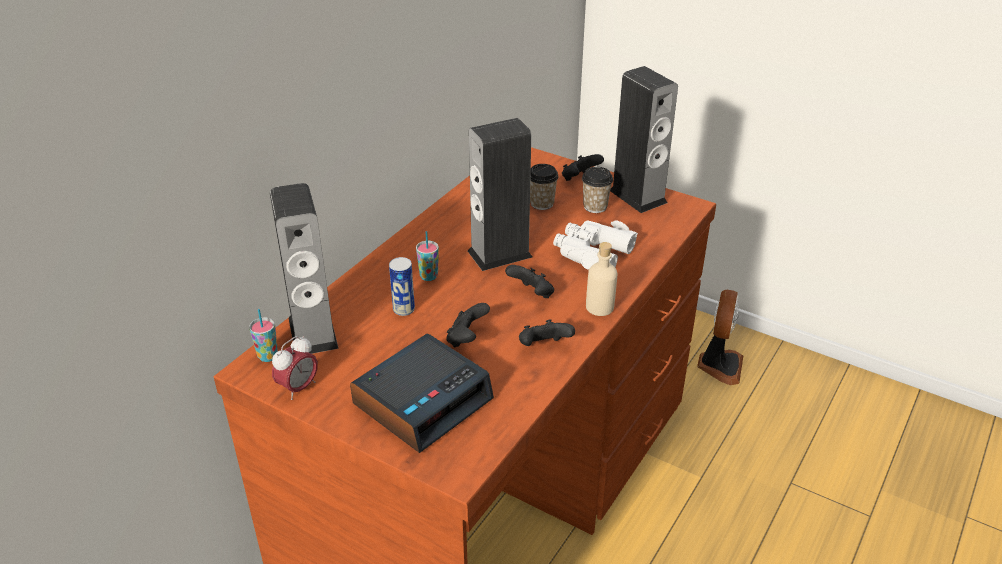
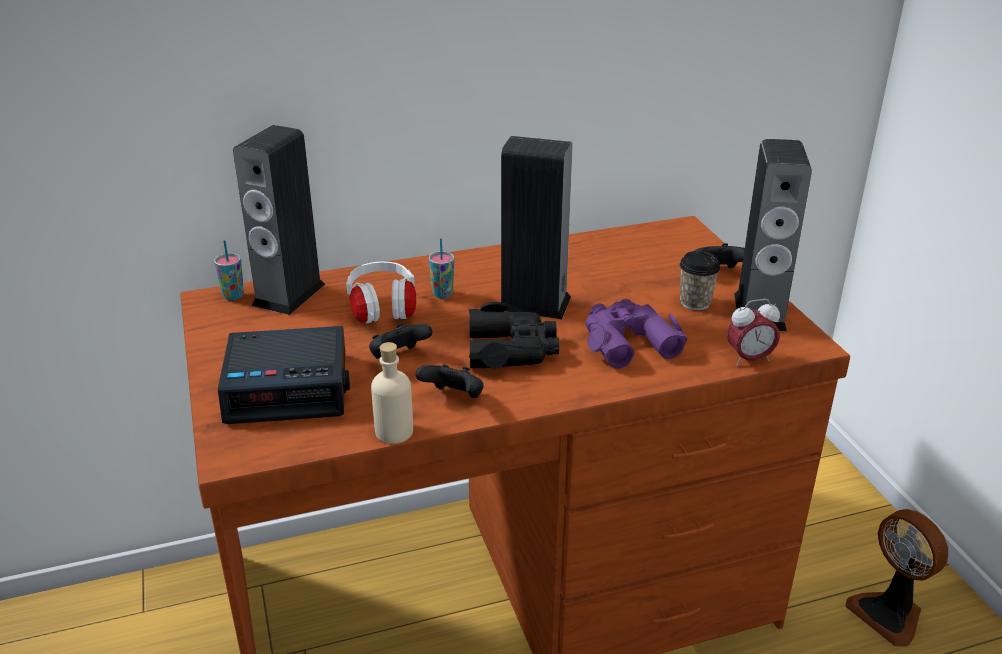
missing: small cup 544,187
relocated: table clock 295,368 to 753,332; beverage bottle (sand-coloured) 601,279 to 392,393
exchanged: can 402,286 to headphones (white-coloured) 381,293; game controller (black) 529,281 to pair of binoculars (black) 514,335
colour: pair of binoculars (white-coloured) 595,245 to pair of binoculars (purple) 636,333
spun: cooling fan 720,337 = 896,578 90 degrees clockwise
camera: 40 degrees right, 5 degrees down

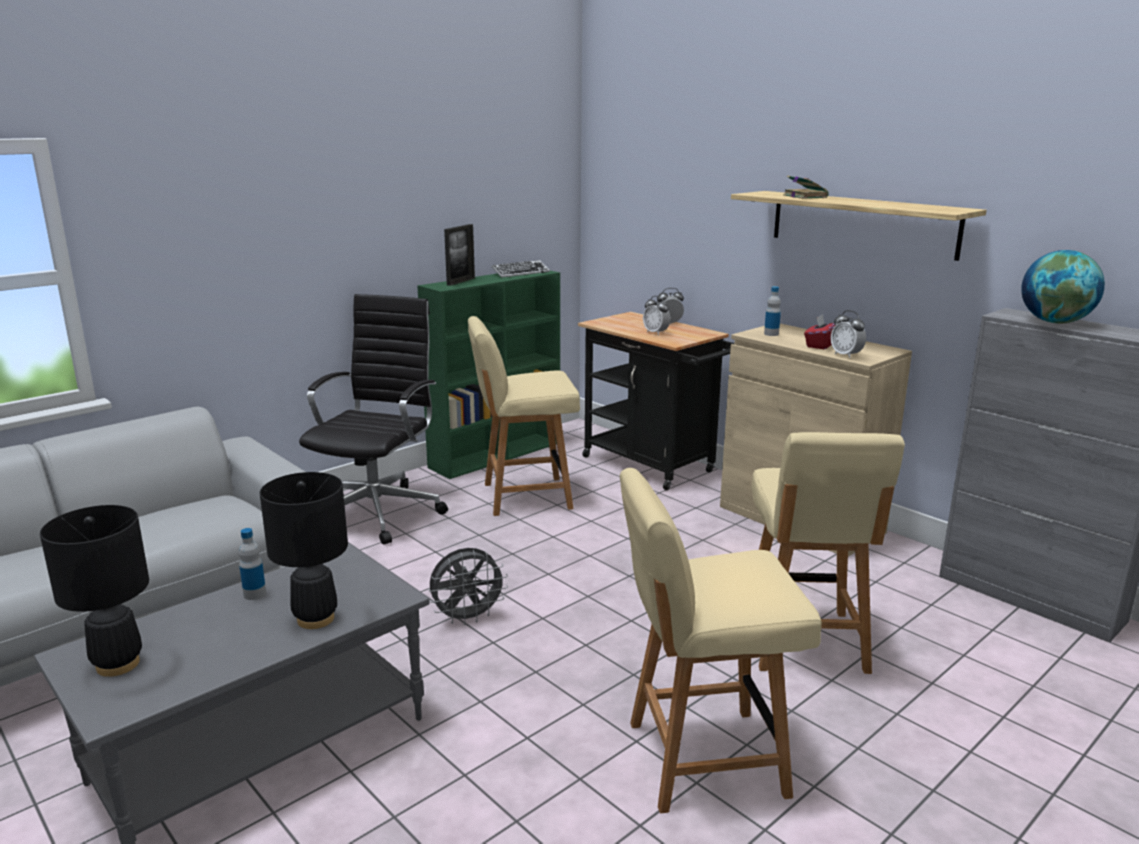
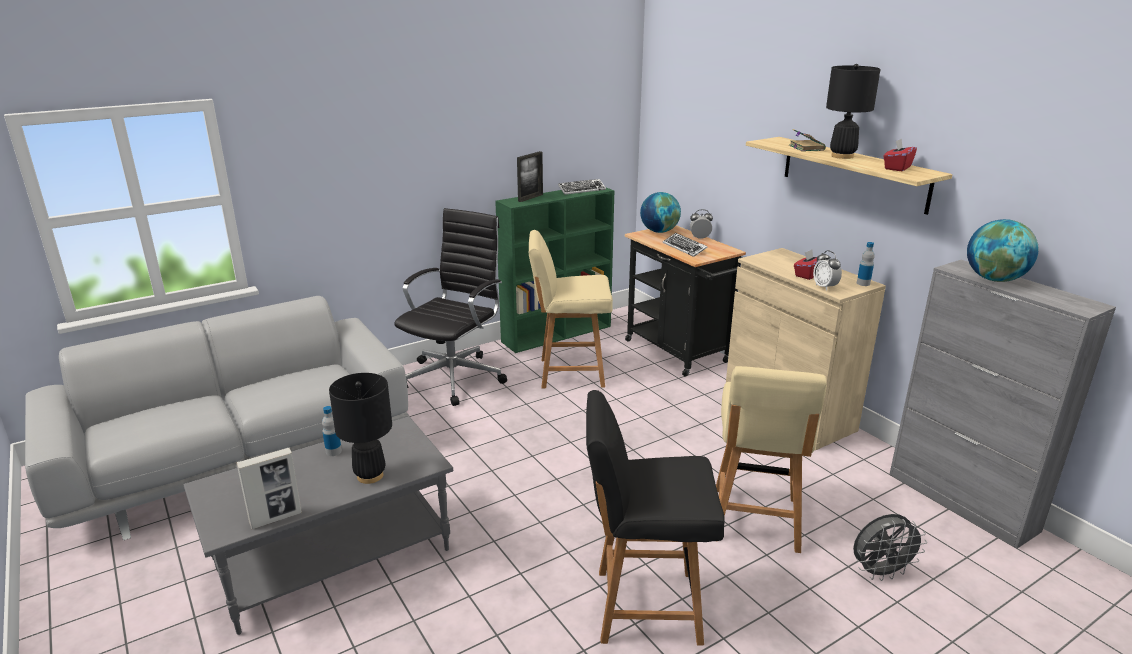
appeared: standing frame 269,488; globe 660,212; box of tissues (red) 900,154
relocated: table lamp (black) 94,591 to 853,111; cooling fan (grey) 468,586 to 890,547; beverage bottle 772,311 to 866,264
exchanged: table clock 657,315 to keyboard 685,245
colour: upright chair (sand-coloured) 721,640 to upright chair (black) 655,517
camera: 10 degrees right, 5 degrees up

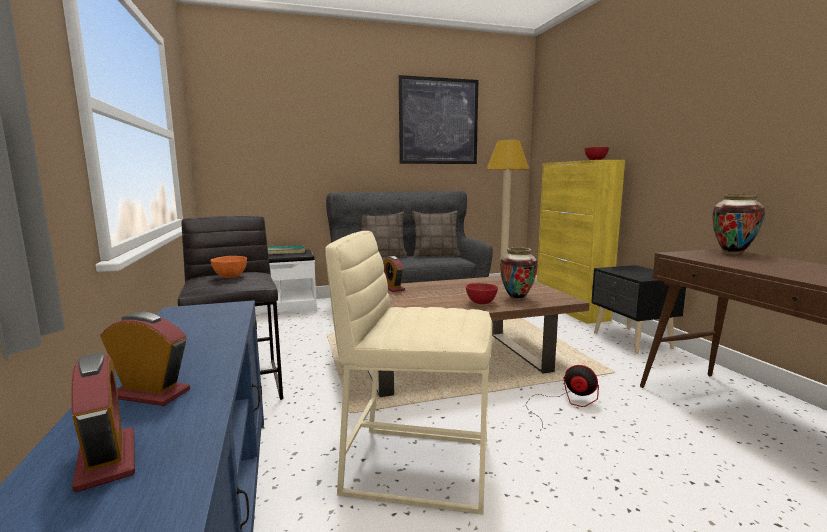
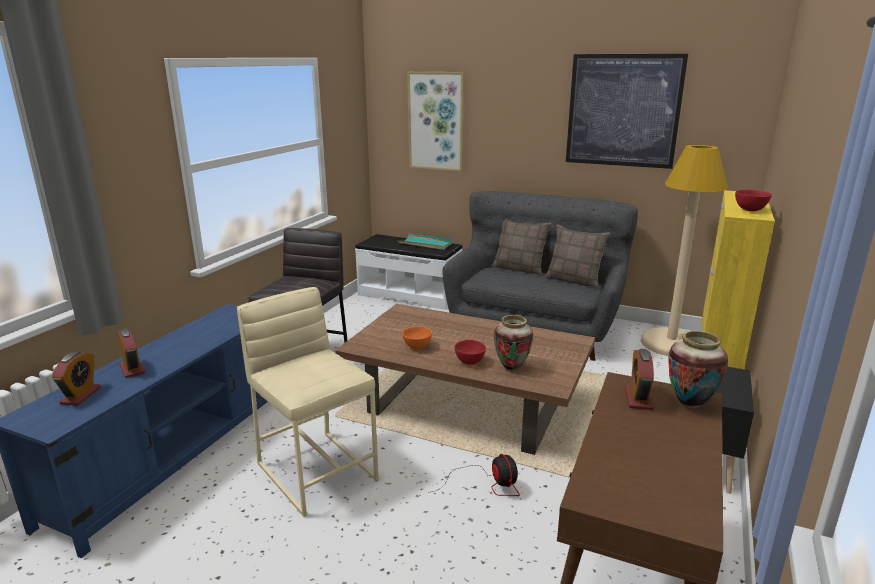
appeared: wall art 435,122
relocated: deep dish (orange) 228,267 to 417,337; table clock 394,274 to 639,379
camera: 40 degrees right, 10 degrees up

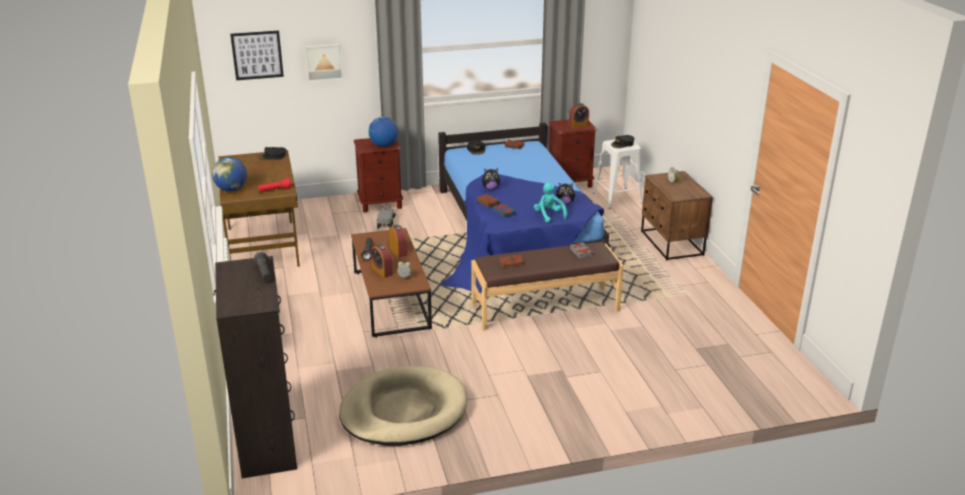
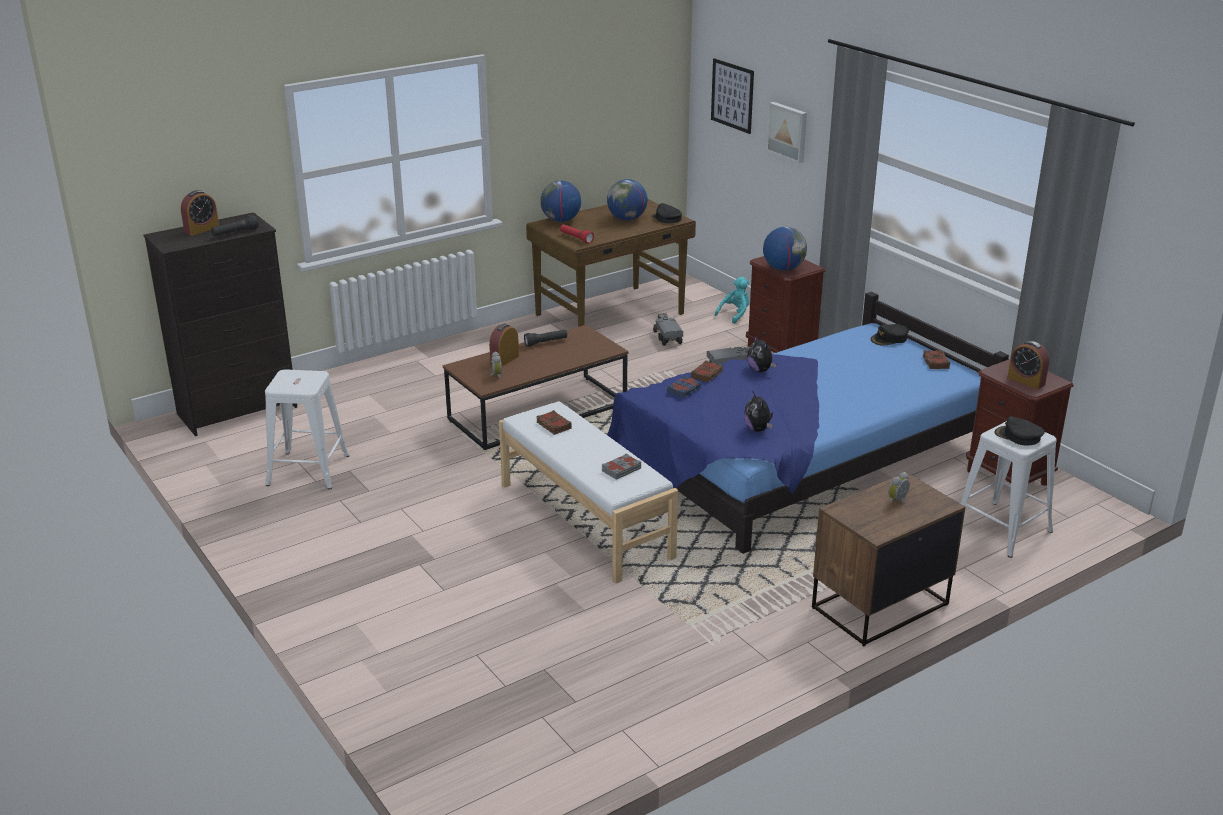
appeared: globe 627,199; toy truck 668,329
relocated: table clock 398,241 to 200,213; soft toy (turquoise-coloured) 550,203 to 732,300
exchanged: dog cushion (sand-coloured) 403,406 to sitting stool (white-coloured) 307,429
colour: bench (brownish) 547,286 to bench (white-coloured) 588,492
camera: 70 degrees right, 0 degrees up

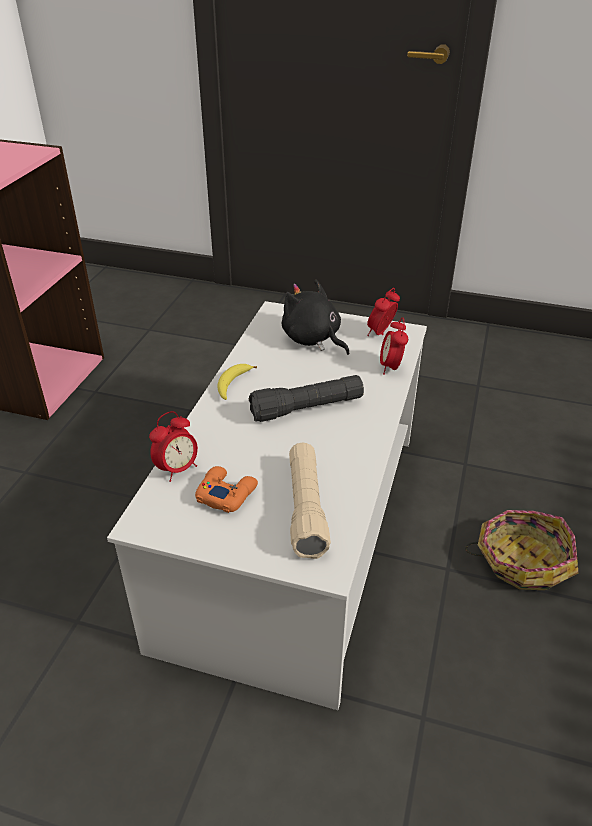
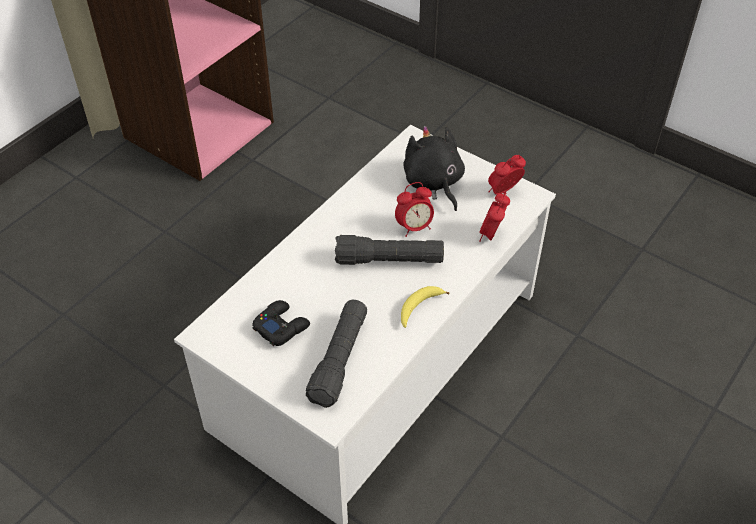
missing: household basket 521,550
relocated: table clock 173,446 to 414,209; banana fruit 237,382 to 425,307
colour: game controller (orange) 226,489 to game controller (black) 281,323; flashlight (sand-coloured) 310,501 to flashlight (black) 336,354
camera: 20 degrees right, 10 degrees up

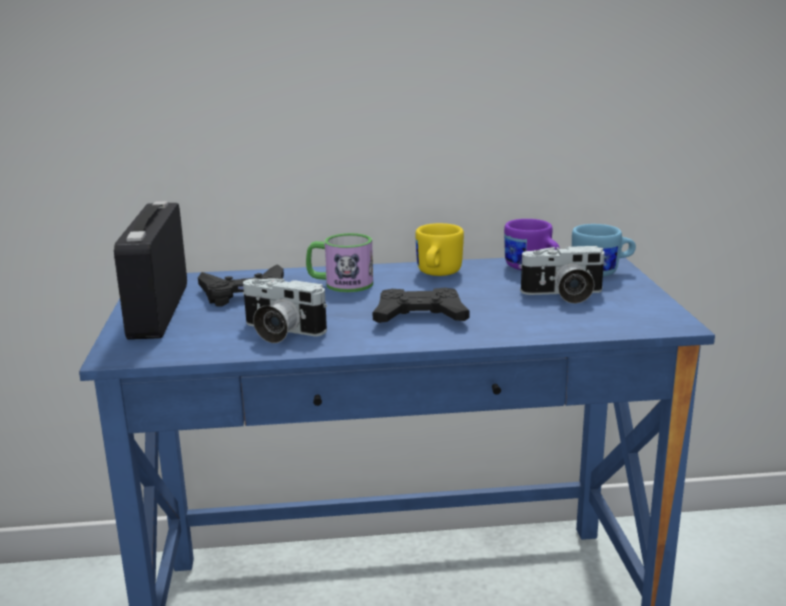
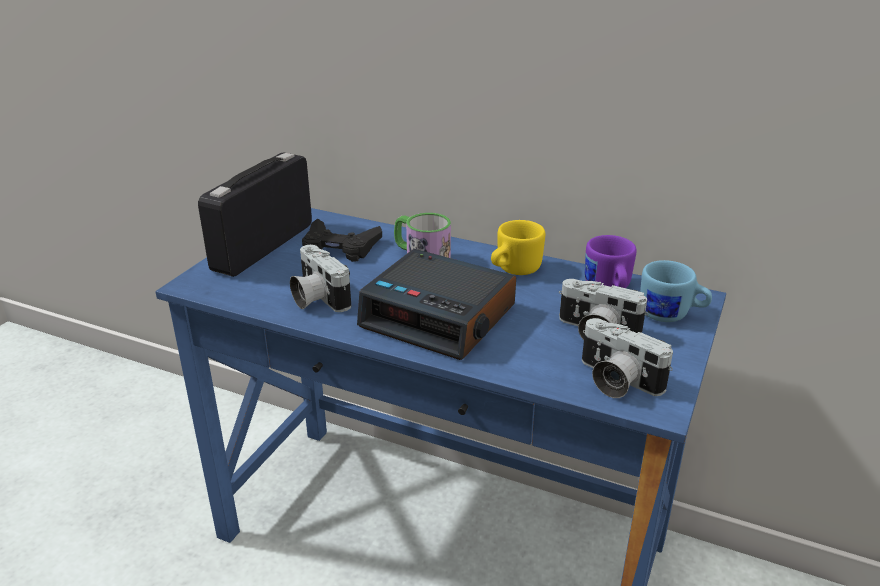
appeared: still camera 627,358
exchanged: game controller (black) 421,305 to table clock 436,304
camera: 30 degrees right, 10 degrees up

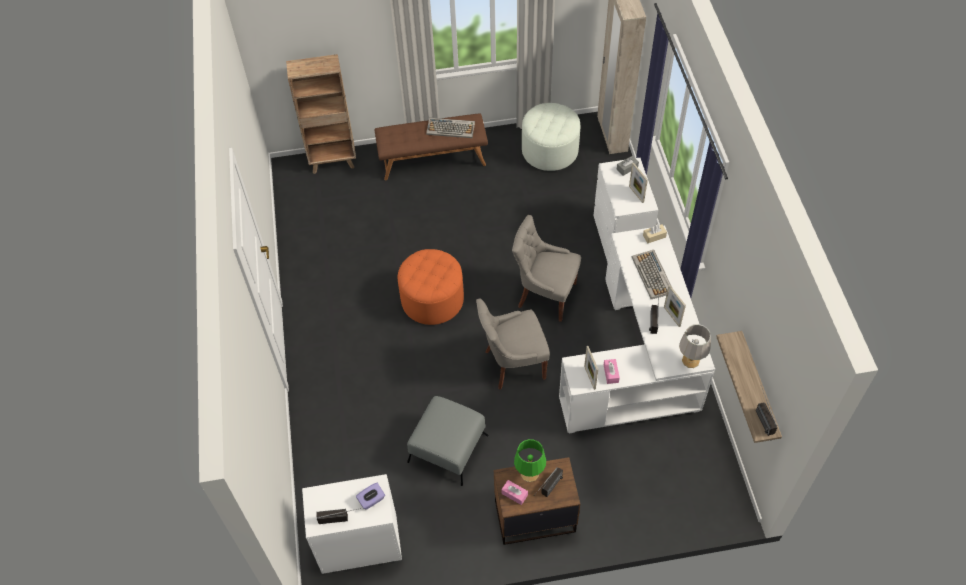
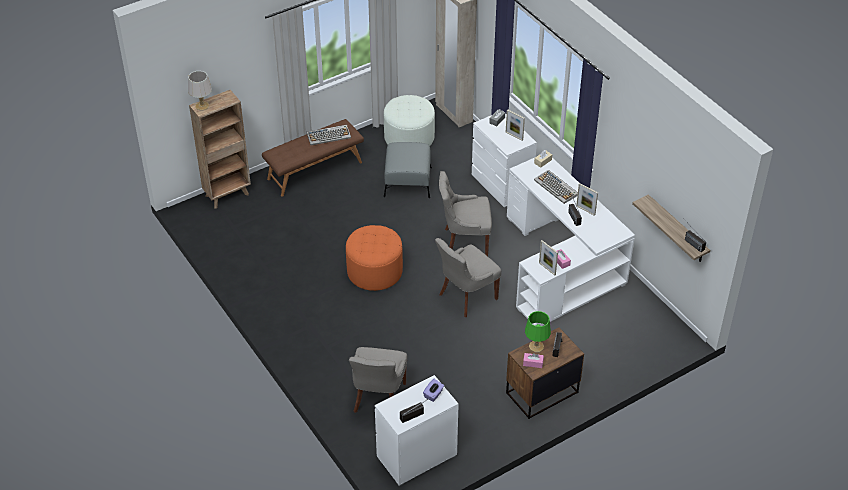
appeared: upright chair (grey) 378,380
relocated: pouffe (grey) 448,441 to 408,170; table lamp (grey) 695,346 to 200,91
camera: 25 degrees left, 10 degrees down

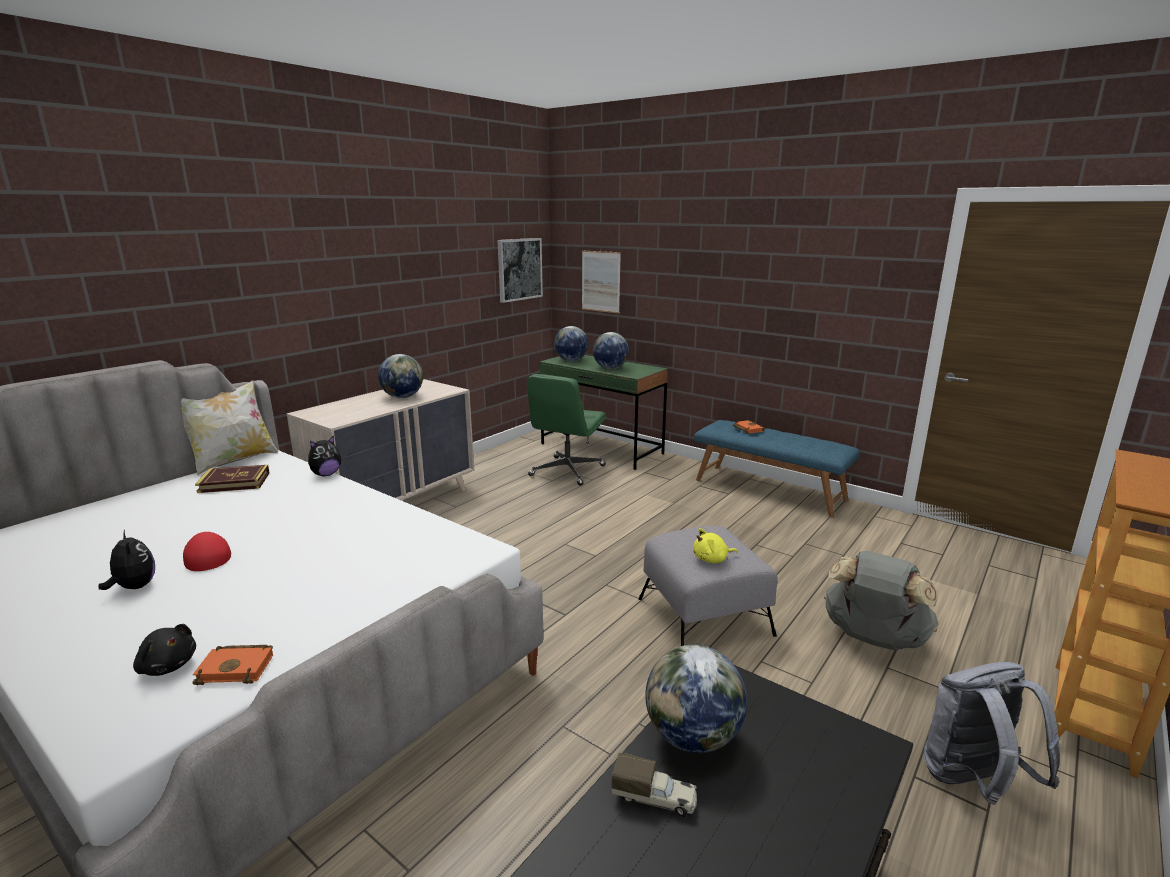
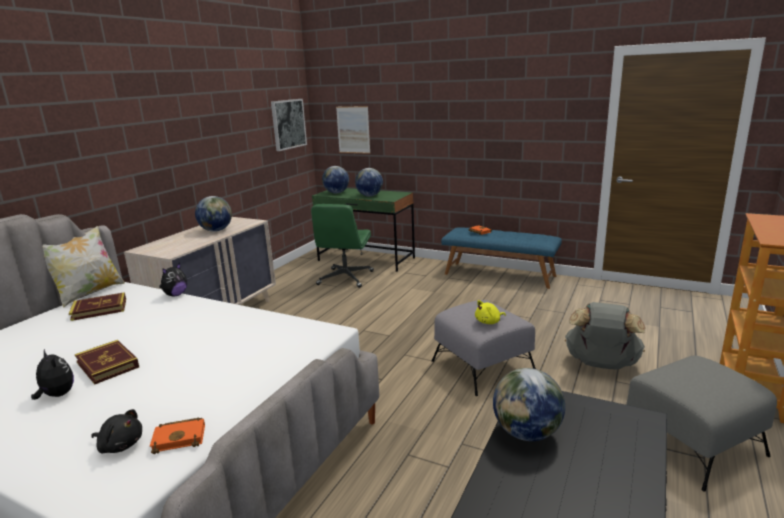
missing: toy truck 654,785
exchanged: peaked cap (red) 207,551 to book 107,362; knapsack (grey) 992,733 to pouffe (grey) 701,423
camera: 10 degrees left, 0 degrees up

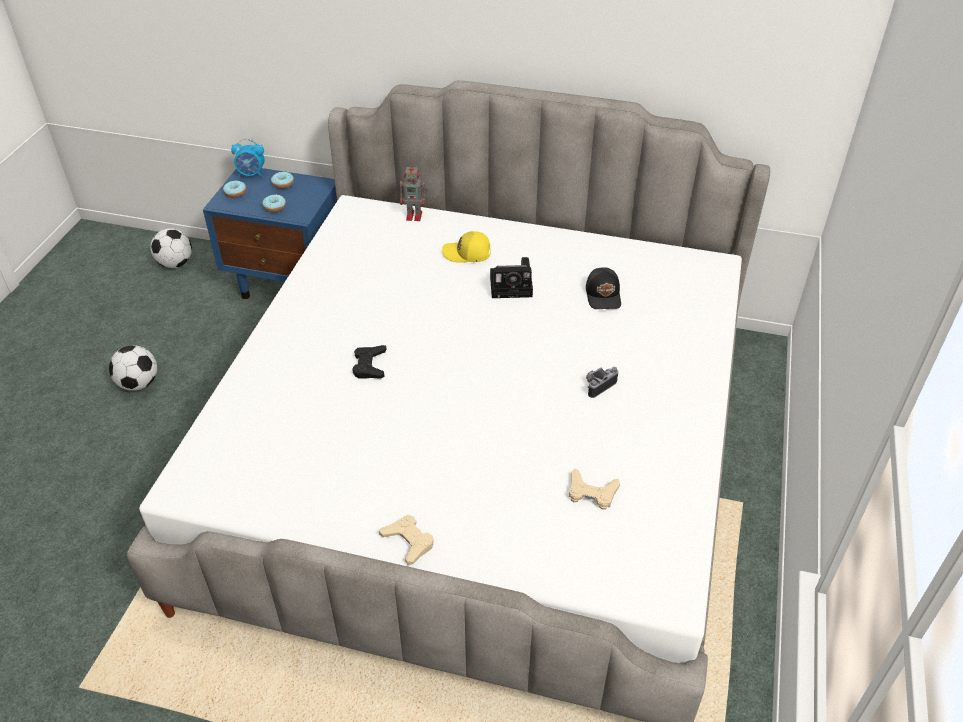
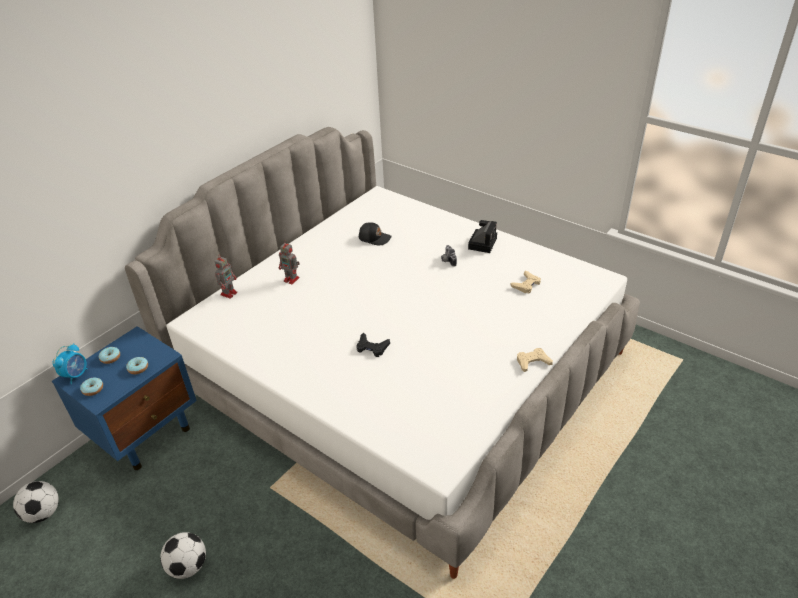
relocated: still camera 511,277 to 482,236
exchanged: peaked cap (yellowish) 466,247 to toy robot 289,263
camera: 65 degrees left, 5 degrees down

